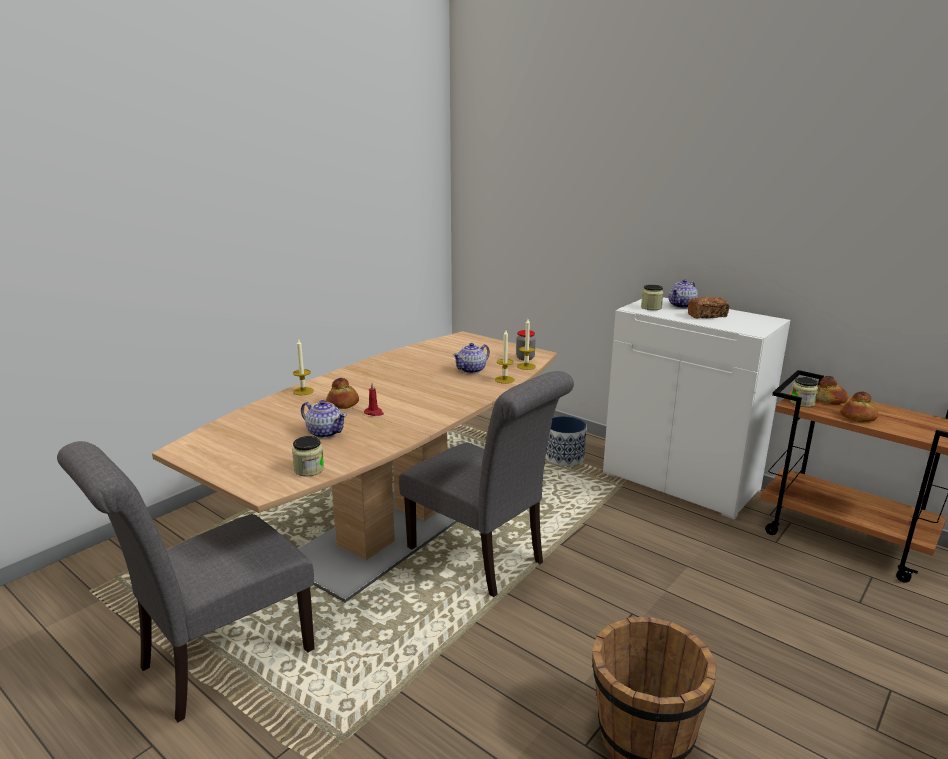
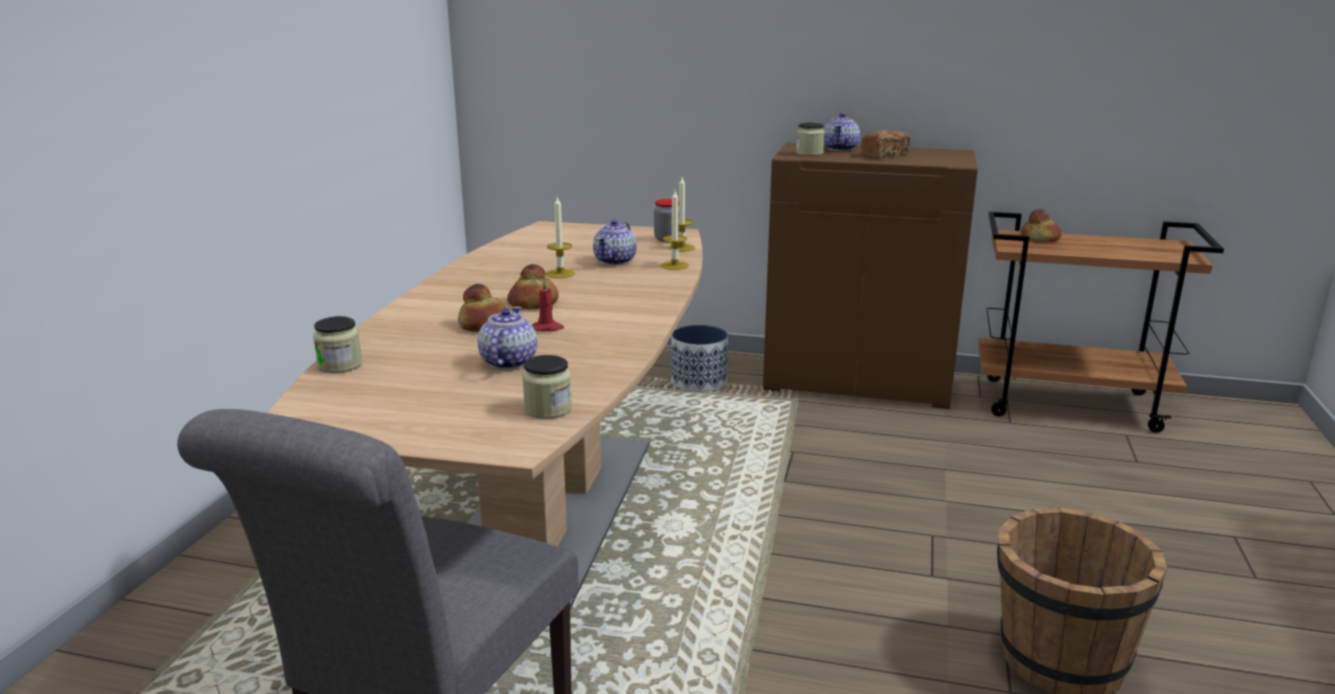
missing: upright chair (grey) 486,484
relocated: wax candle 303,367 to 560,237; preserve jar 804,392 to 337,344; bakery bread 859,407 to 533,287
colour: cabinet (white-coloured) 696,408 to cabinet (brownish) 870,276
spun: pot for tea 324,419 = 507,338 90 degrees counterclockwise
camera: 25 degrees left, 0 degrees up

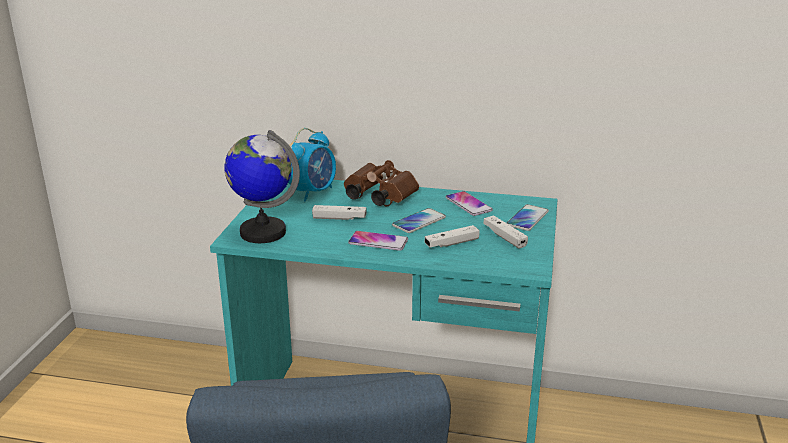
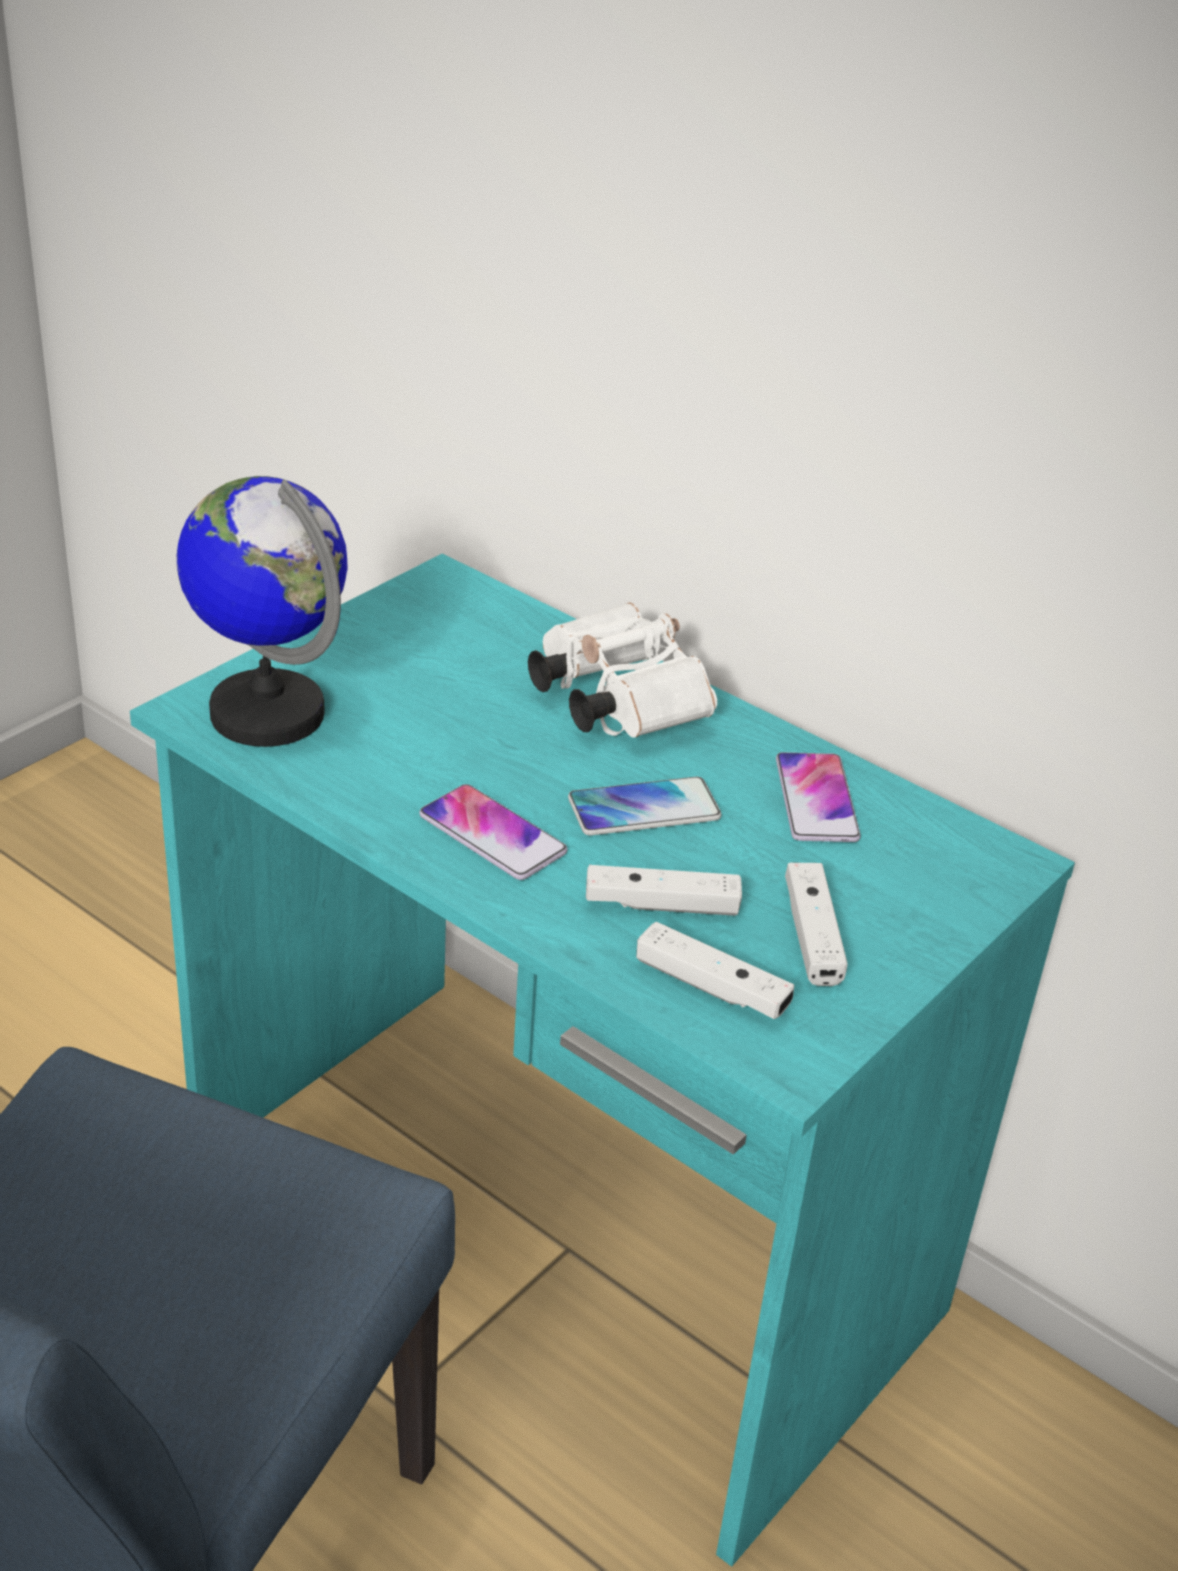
missing: table clock 312,165; phone 528,217
relocated: game controller (white-coloured) 339,212 to 715,970
colour: pair of binoculars (brownish) 381,183 to pair of binoculars (white-coloured) 622,670
camera: 25 degrees right, 10 degrees up

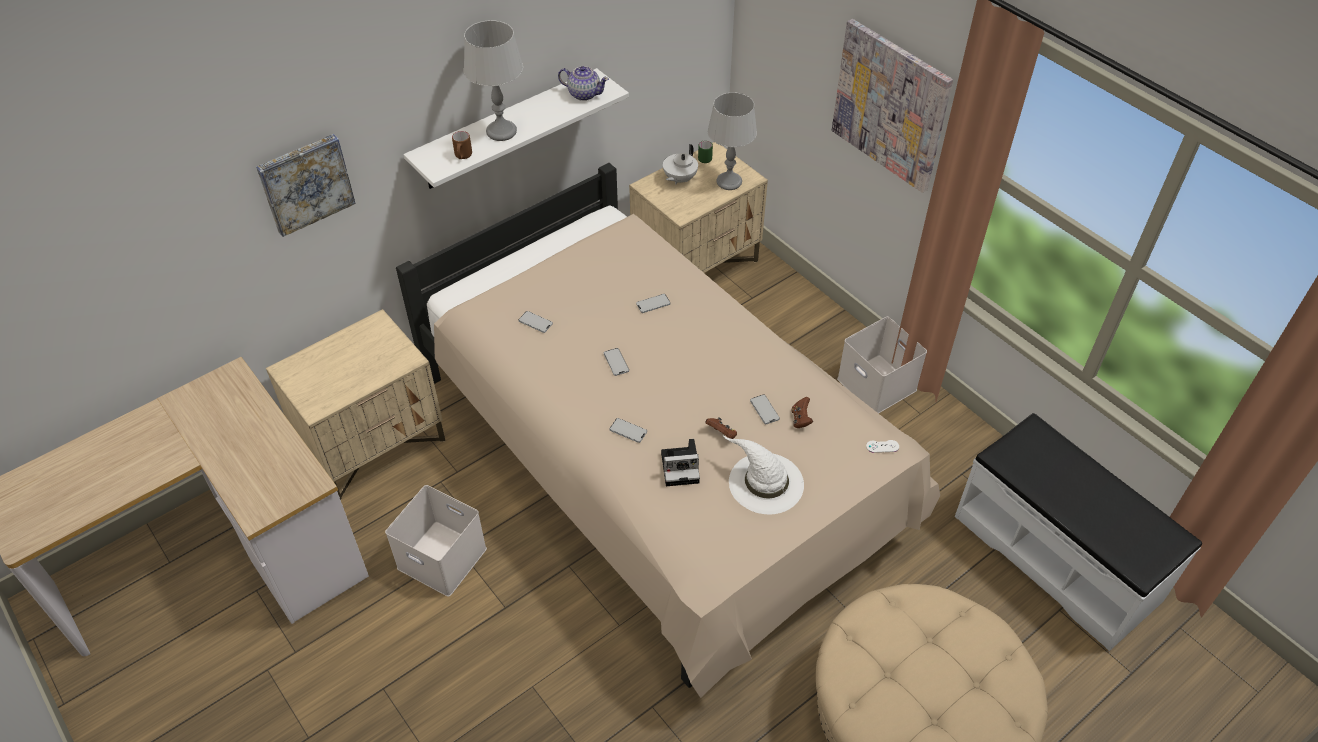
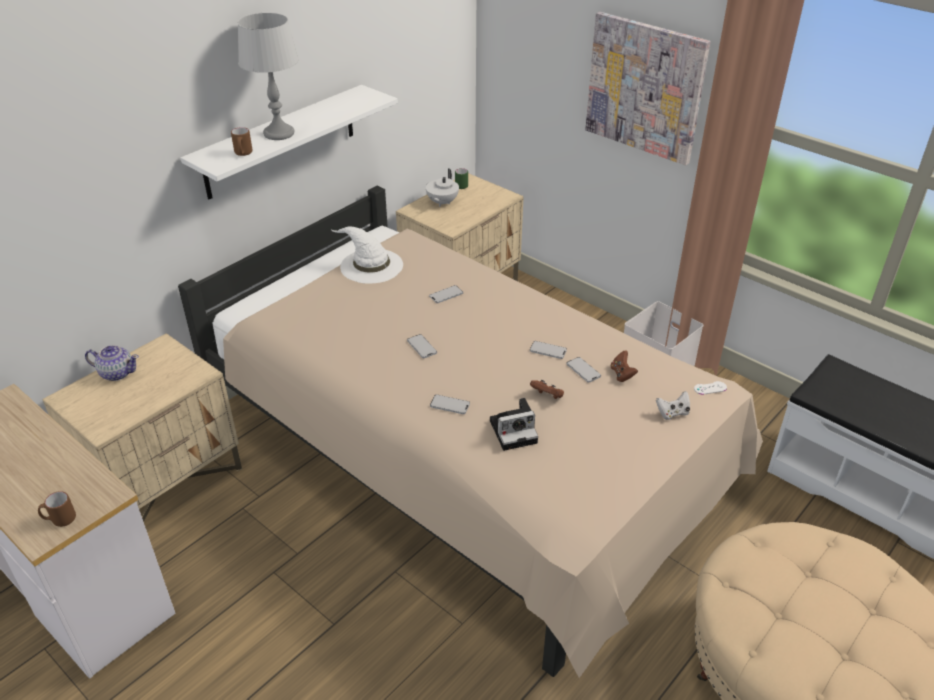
missing: wall art 306,185; storage container (white-coloured) 436,541; table lamp (grey) 732,141
appeared: tea mug (brownish) 57,509; game controller (white-coloured) 673,405
relocated: phone 535,322 to 548,350; pot for tea 583,83 to 112,363; hat (white-coloured) 763,475 to 367,255
camera: 10 degrees left, 10 degrees down

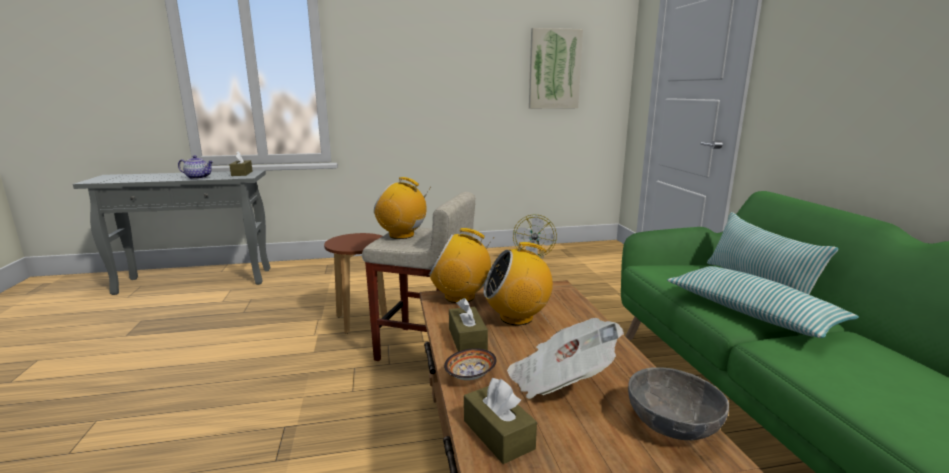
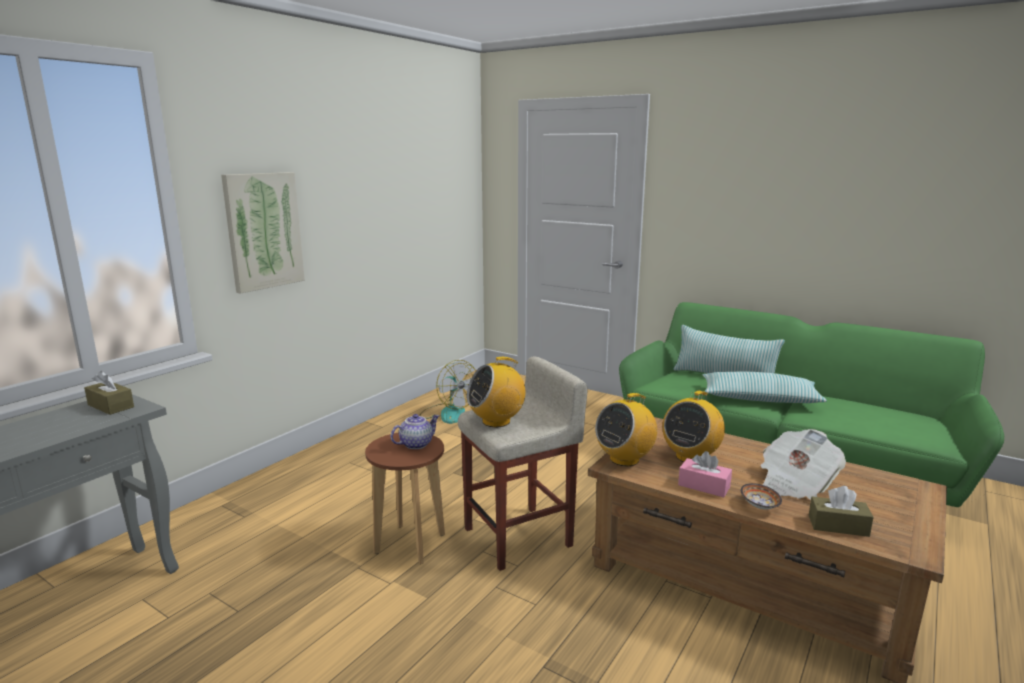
missing: deep dish (grey) 678,403
relocated: pot for tea 196,167 to 415,431; wall art 556,68 to 263,233
colour: box of tissues (brownish) 468,325 to box of tissues (pinkish) 705,474
camera: 45 degrees left, 0 degrees up

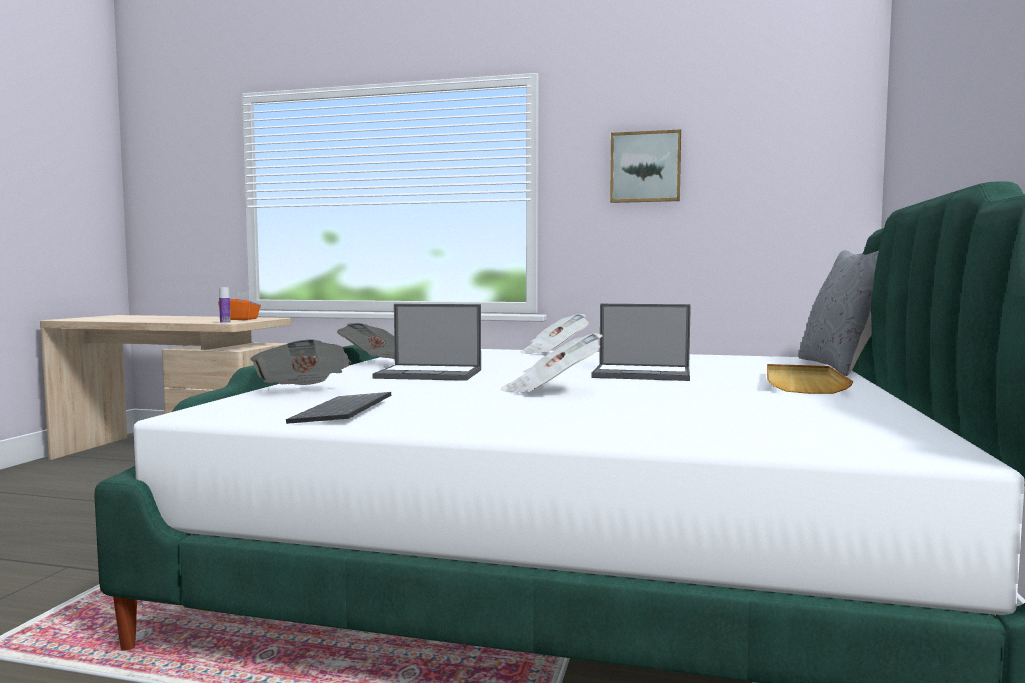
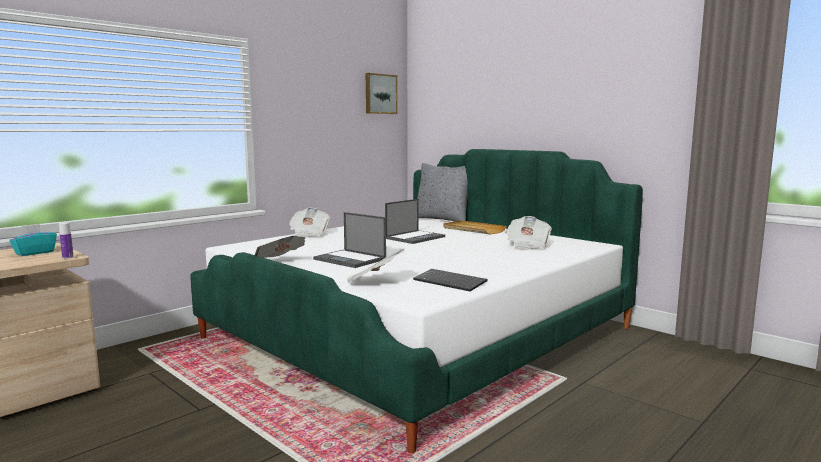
relocated: printed paper 552,363 to 529,233; wall art 645,166 to 381,93
colour: box of tissues (orange) 239,306 to box of tissues (turquoise-coloured) 33,240
spun: laptop 426,342 = 349,240 90 degrees clockwise
camera: 60 degrees left, 5 degrees up

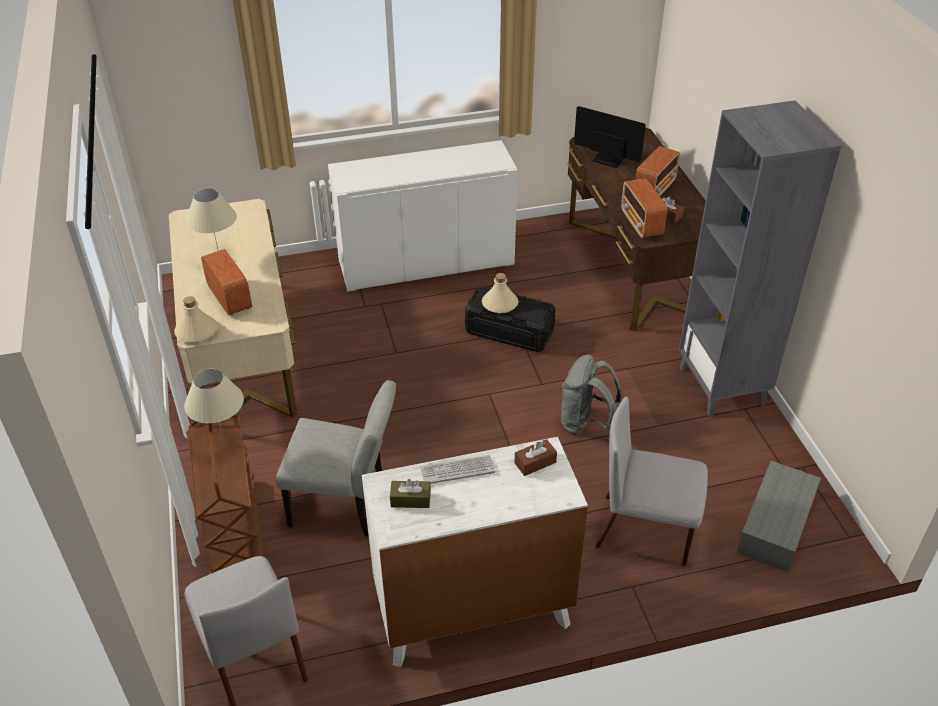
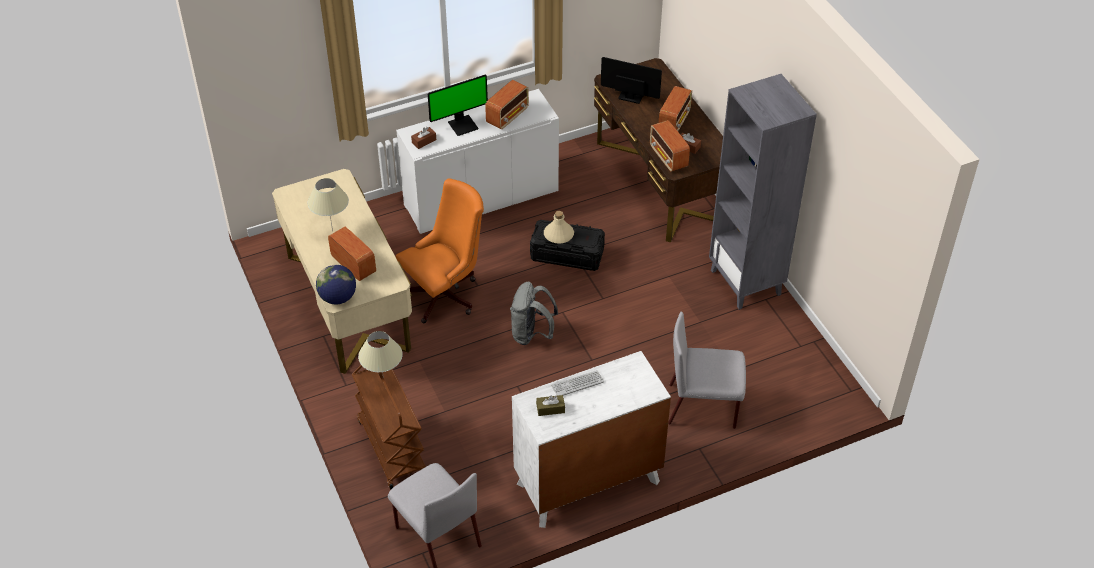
missing: upright chair (grey) 336,458; storage container (grey) 779,517
appeared: desk chair (orange) 440,250; monitor 458,105; radio receiver 507,104
relocated: box of tissues (brownish) 535,457 to 423,138; knapsack (grey) 591,395 to 534,313
exchanged: beverage bottle (sand-coloured) 196,319 to globe 336,284
camera: 10 degrees left, 5 degrees up

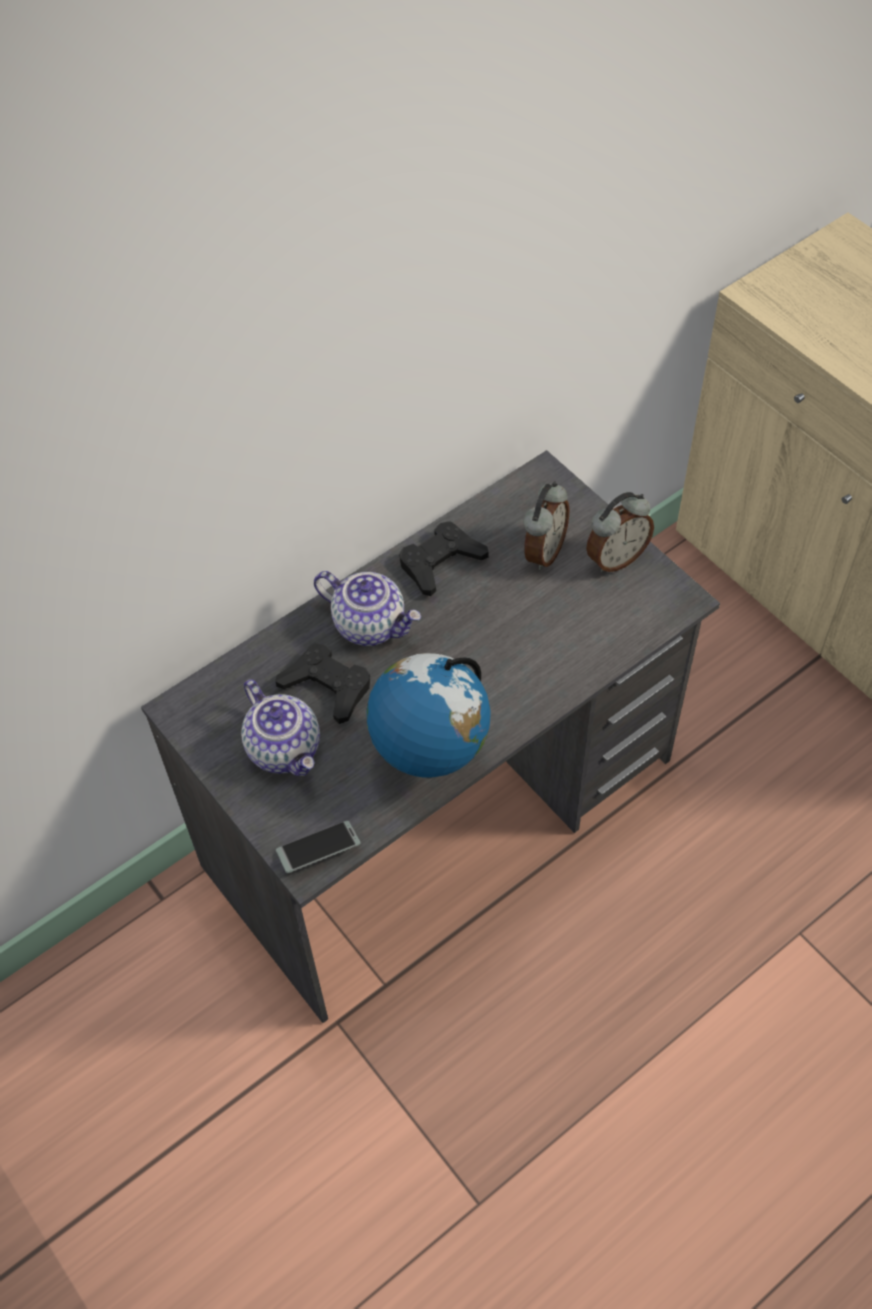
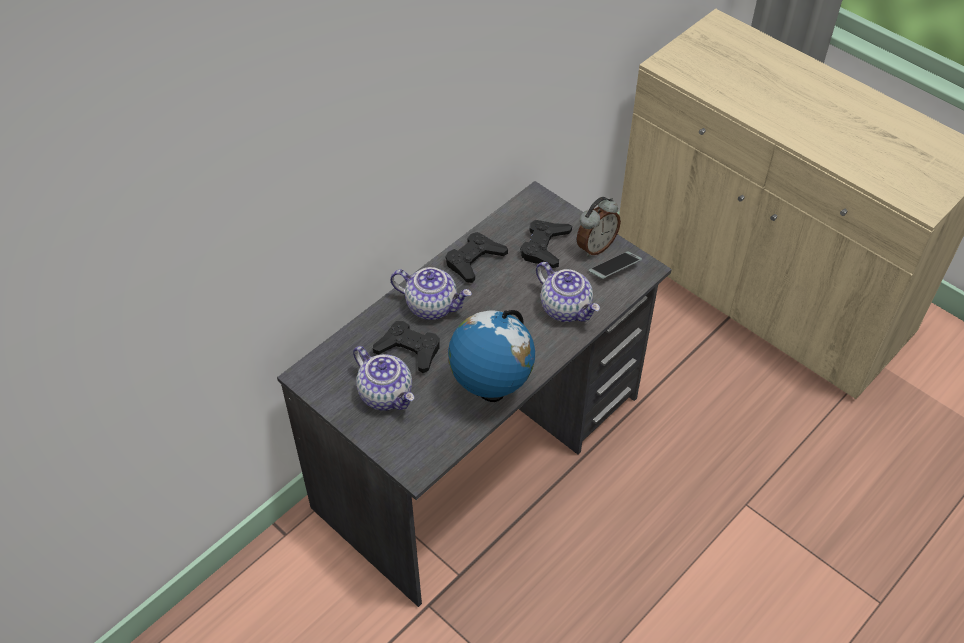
appeared: pot for tea 568,292
relocated: phone 318,847 to 615,265
exchanged: table clock 546,525 to game controller (black) 546,244
camera: 10 degrees left, 5 degrees down

